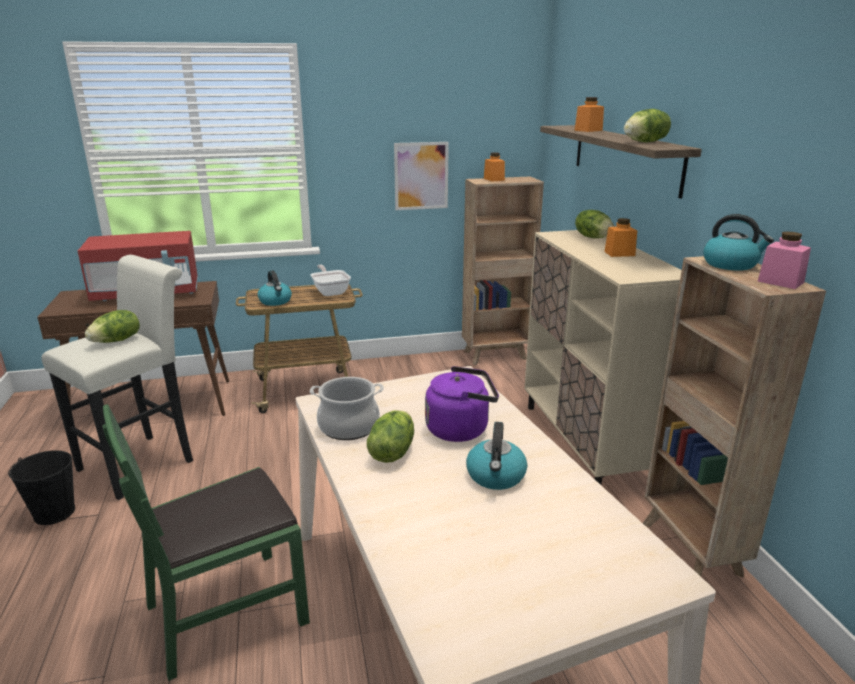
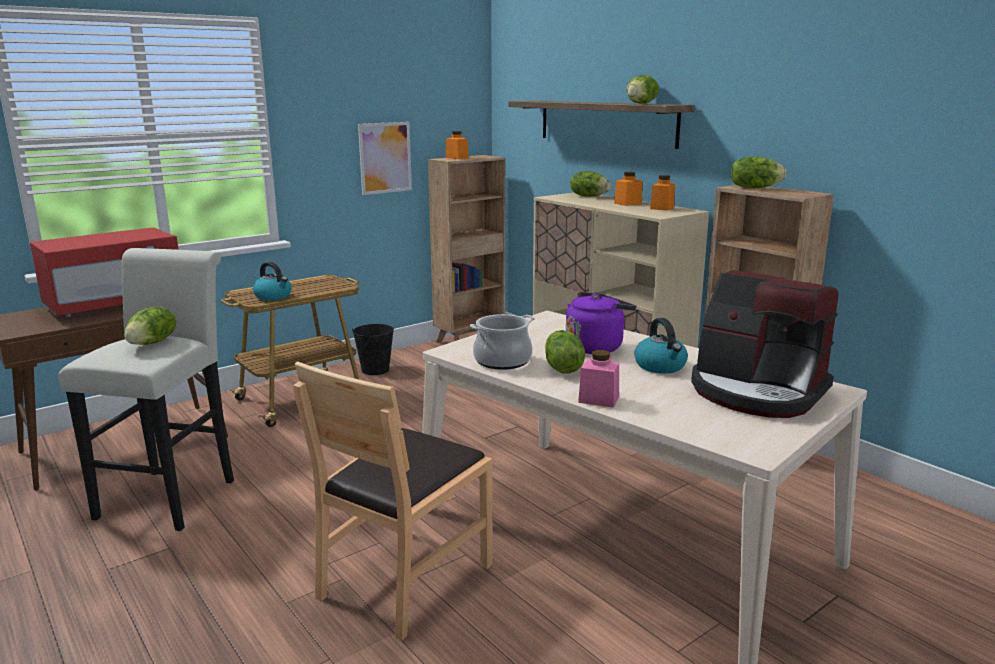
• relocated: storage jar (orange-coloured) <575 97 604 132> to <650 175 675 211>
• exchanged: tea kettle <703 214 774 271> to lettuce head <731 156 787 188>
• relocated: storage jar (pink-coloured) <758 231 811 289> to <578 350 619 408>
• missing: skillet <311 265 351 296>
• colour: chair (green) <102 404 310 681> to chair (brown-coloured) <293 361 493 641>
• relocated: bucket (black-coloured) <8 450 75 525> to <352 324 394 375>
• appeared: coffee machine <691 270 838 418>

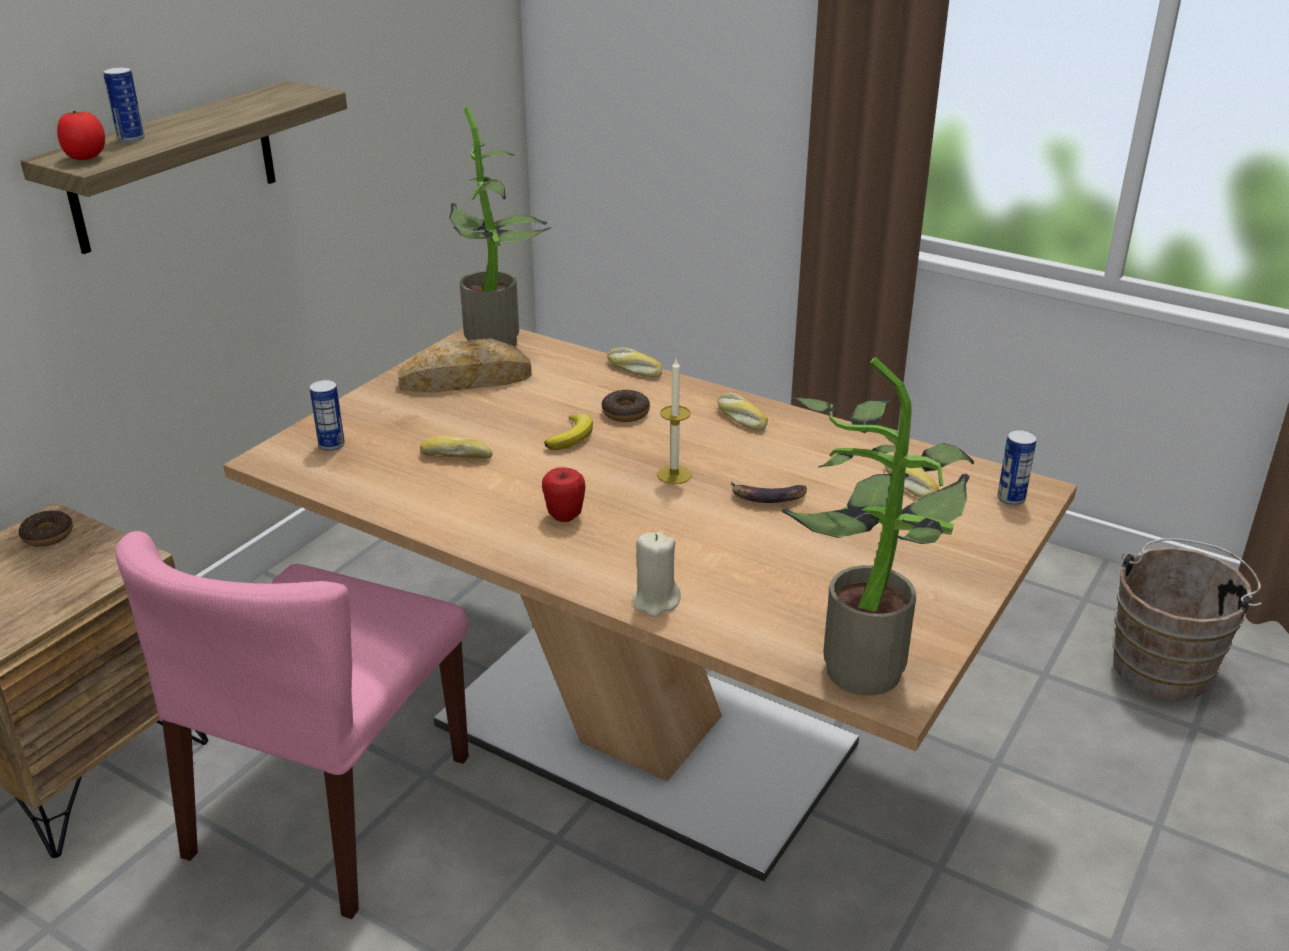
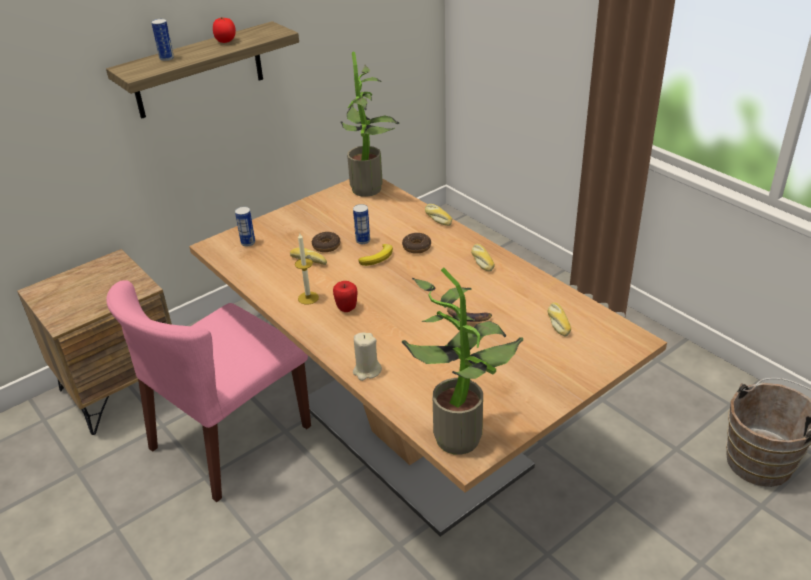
• relocated: fresh tomato <57 111 105 160> to <213 17 236 43>
• missing: bread <398 338 532 392>
• relocated: wax light <657 359 692 484> to <295 233 319 305>
• relocated: metal can <997 429 1037 506> to <353 204 370 244>
• relocated: doughnut <19 511 73 546> to <312 232 340 252>

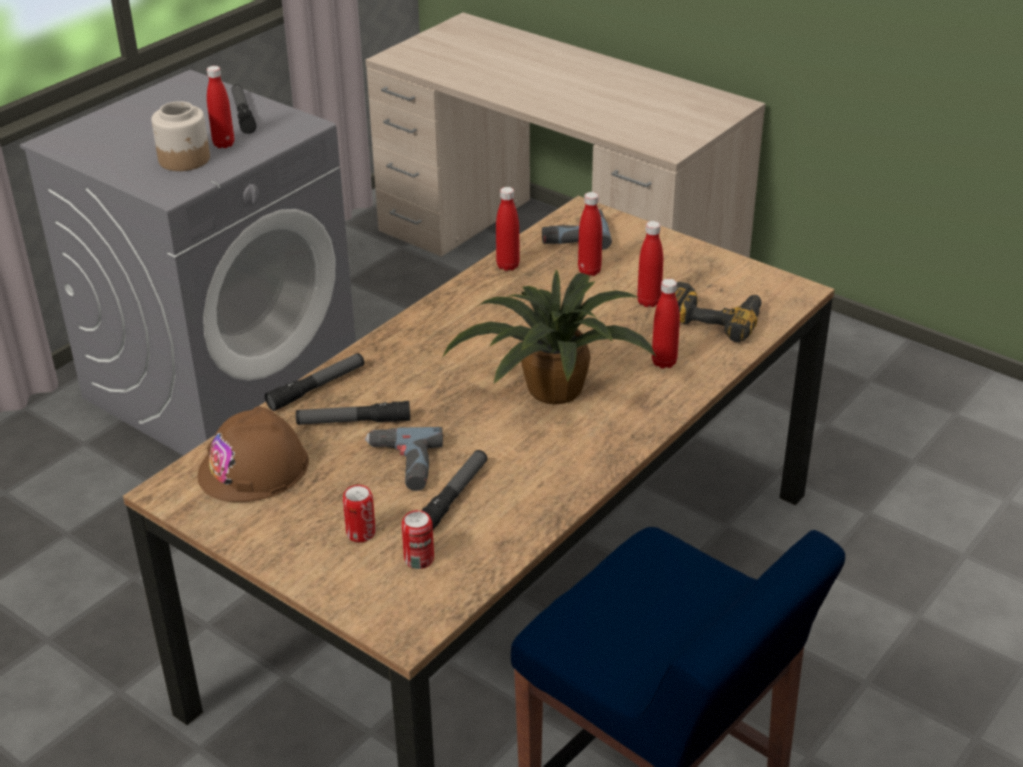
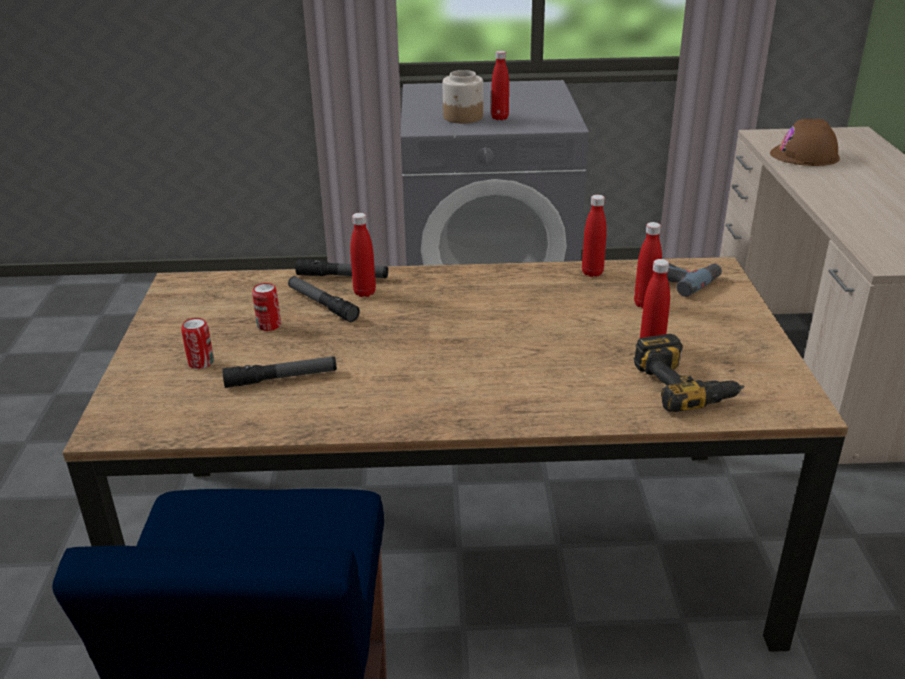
• missing: torch <231 84 256 134>
• missing: houseplant <443 269 656 405>
• relocated: bottle (red-coloured) <652 279 680 369> to <350 213 376 297>
• relocated: safety helmet (brown-coloured) <198 406 309 502> to <770 119 840 166>
• missing: power drill <365 427 443 491>
• relocated: metal can <401 510 434 569> to <252 283 281 331>

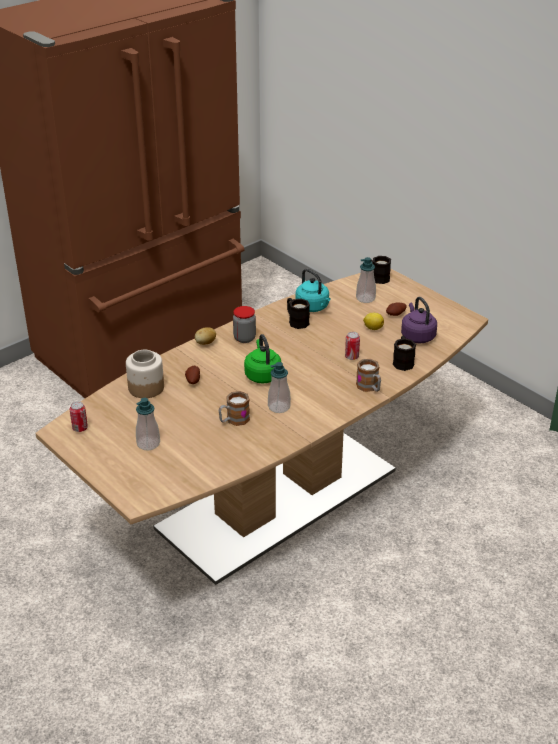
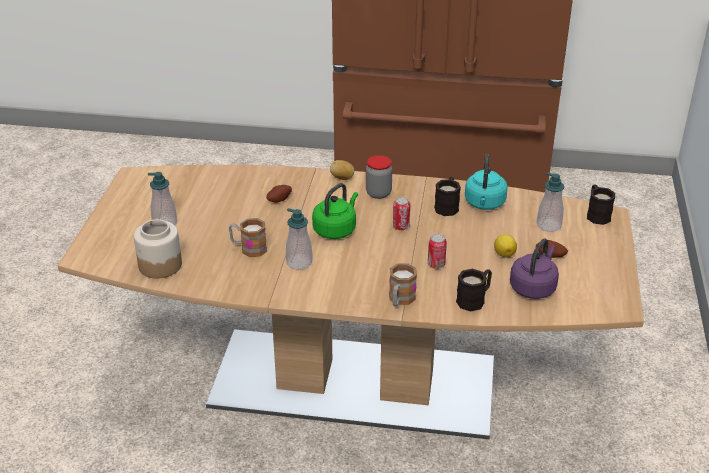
• relocated: storage jar <126 350 164 398> to <134 219 182 278>
• relocated: metal can <70 401 88 432> to <393 197 410 230>

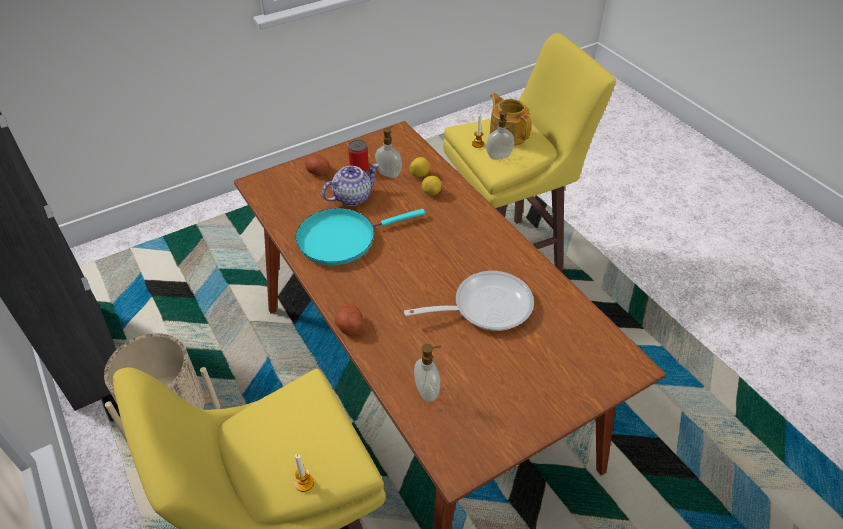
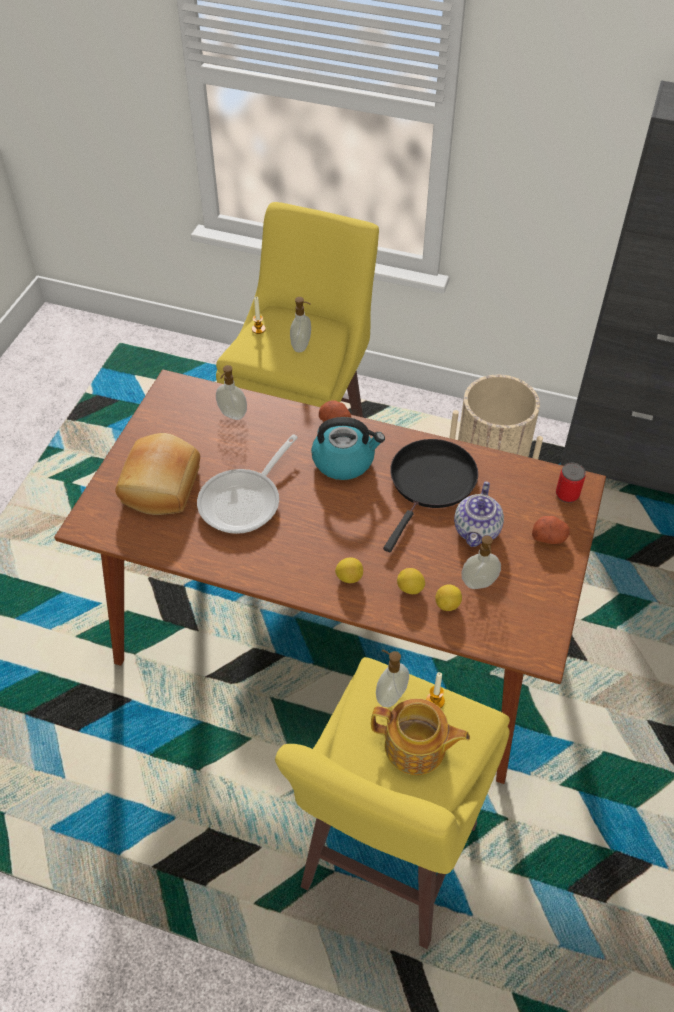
• relocated: metal can <348 140 369 172> to <556 463 586 503>
• colour: skillet (turquoise) <296 208 426 265> to skillet (black-coloured) <383 439 478 552>
• appeared: soap dispenser <290 297 311 353>
• appeared: tea kettle <311 417 385 480>
• appeared: bread <115 433 200 515>
• appeared: whole lemon <335 557 363 583>

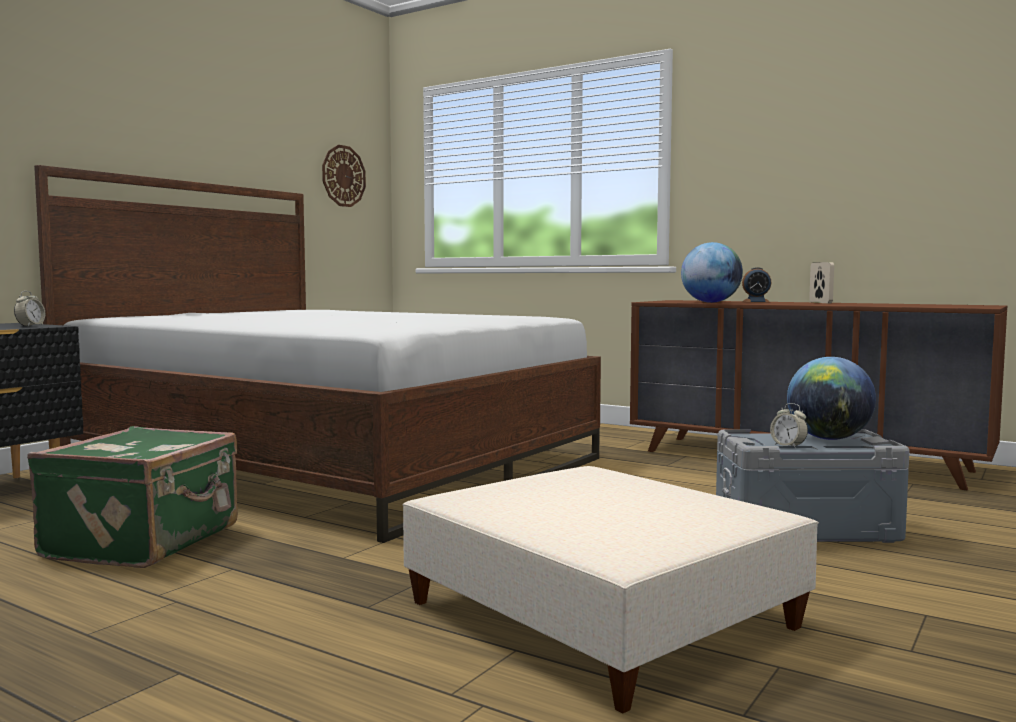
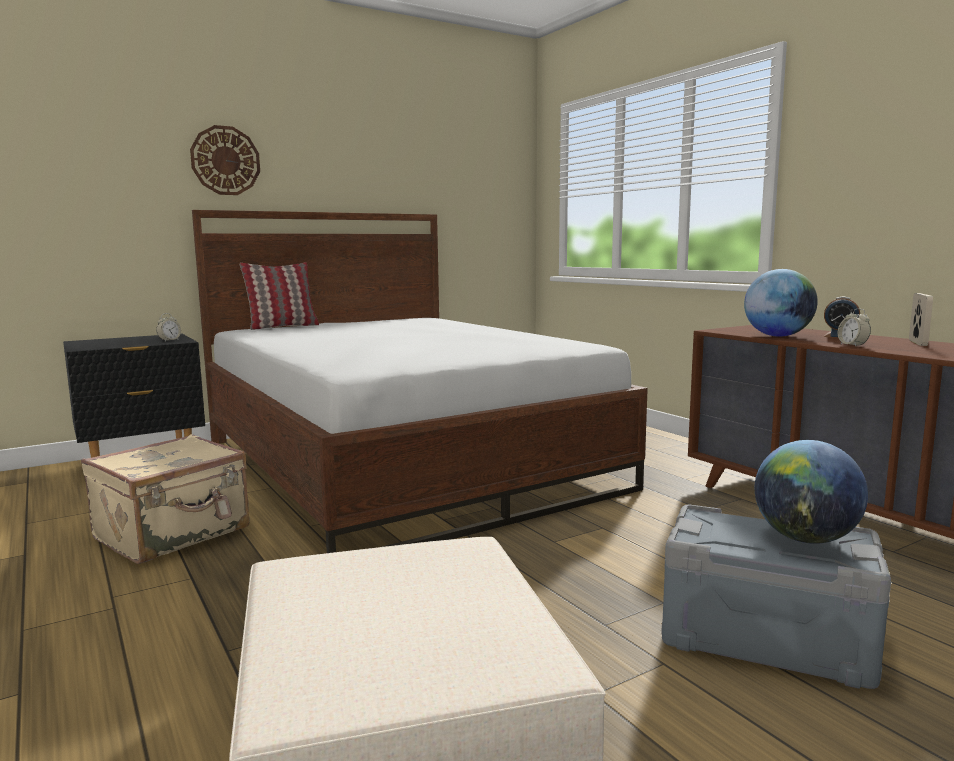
• relocated: hanging clock <322 145 366 207> to <190 125 260 195>
• relocated: table clock <770 403 808 449> to <838 308 871 346>
• colour: suitcase (green) <27 426 238 568> to suitcase (sand-coloured) <81 434 250 564>
• appeared: pillow <240 262 319 330>

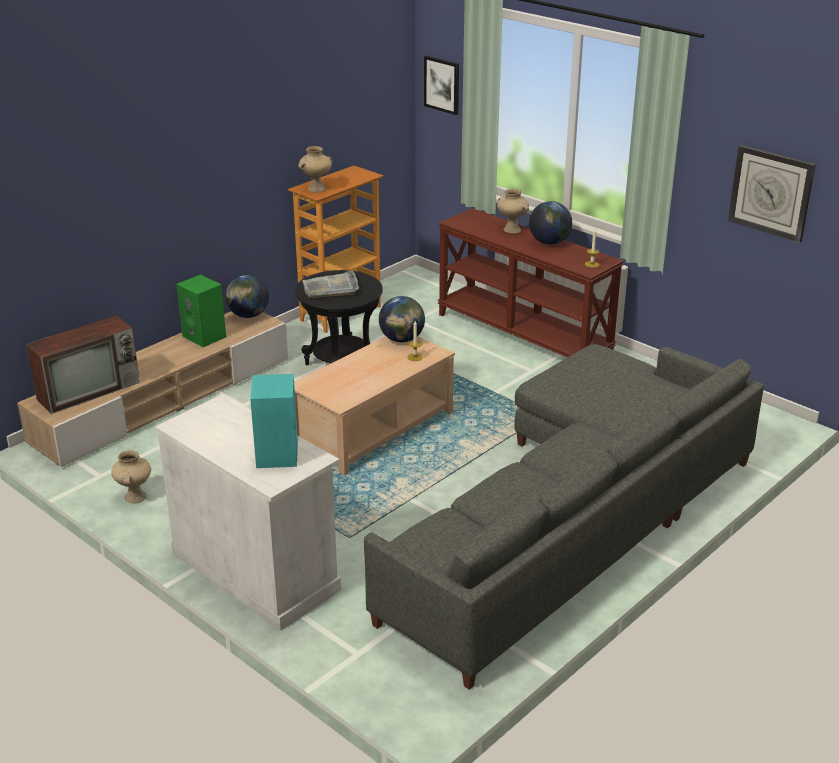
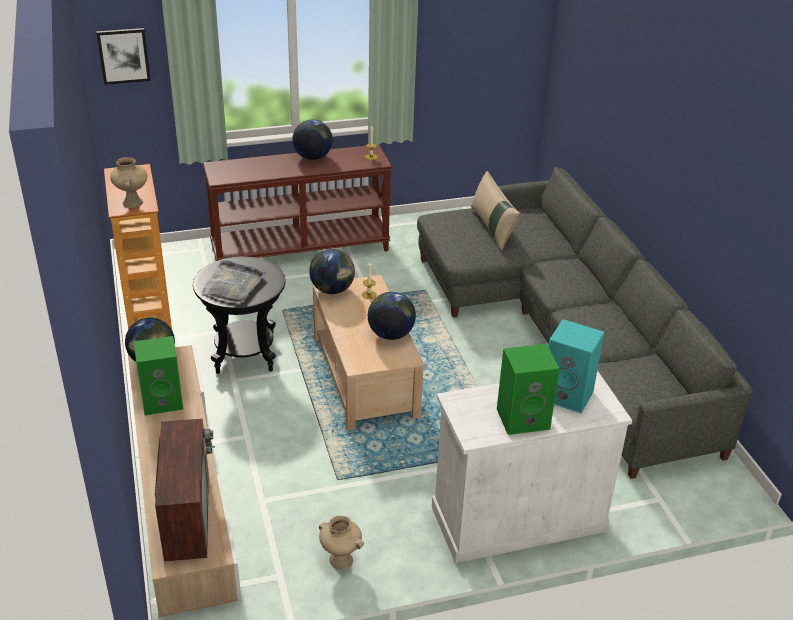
• missing: hanging clock <728 145 816 243>
• missing: vase (sand-coloured) <497 189 529 233>
• appeared: pillow (sand-coloured) <471 171 521 251>
• appeared: desk globe <368 292 416 340>
• appeared: loudspeaker (green) <497 344 560 435>

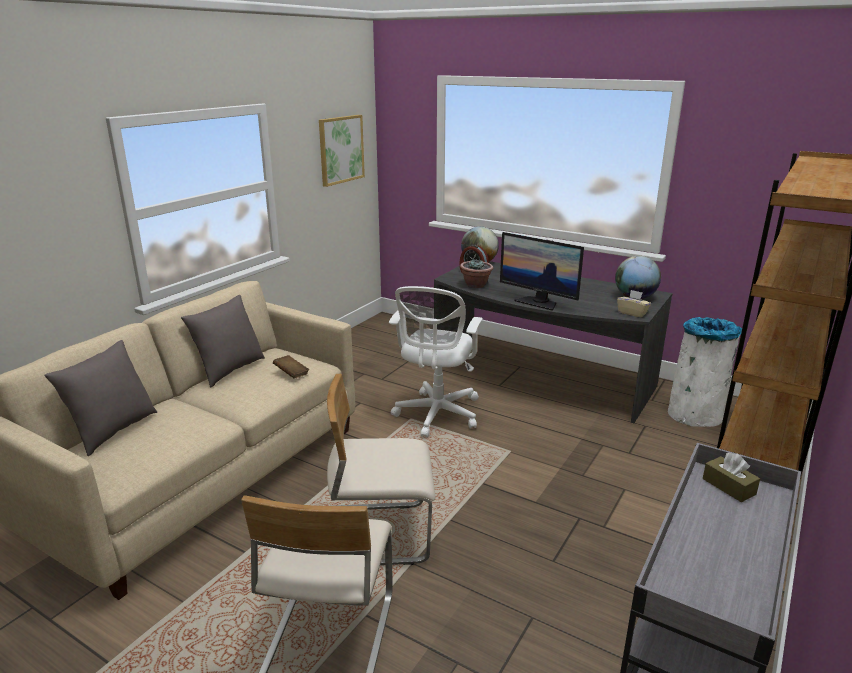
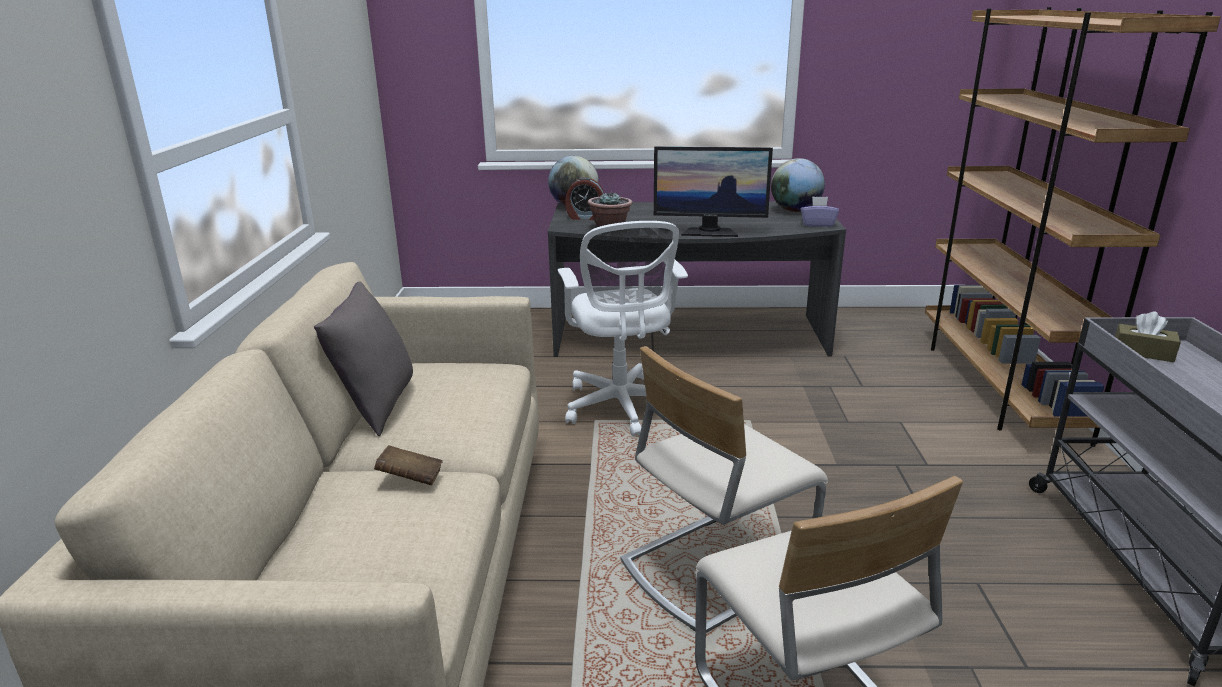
• missing: picture <319 115 365 187>
• colour: tissue box (sand-coloured) <617 290 651 317> to tissue box (purplish) <801 196 839 227>
• missing: waste bin (whitish) <668 317 742 427>
• missing: pillow (greyish) <44 340 157 456>
• relocated: volume (brown-coloured) <273 355 309 379> to <374 445 443 485>

